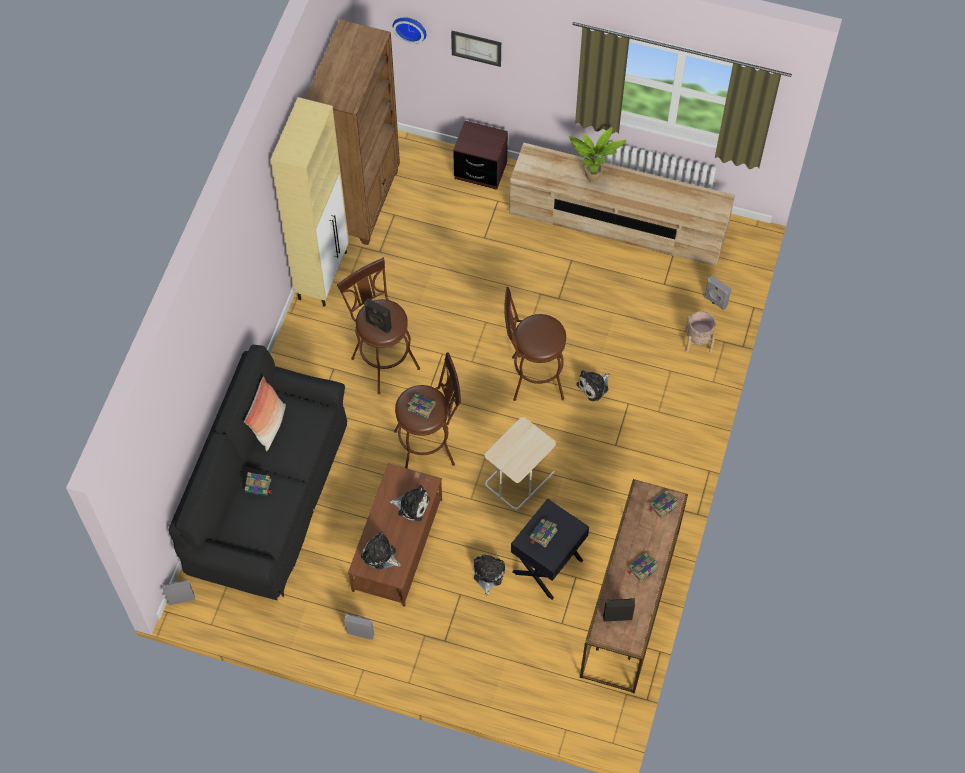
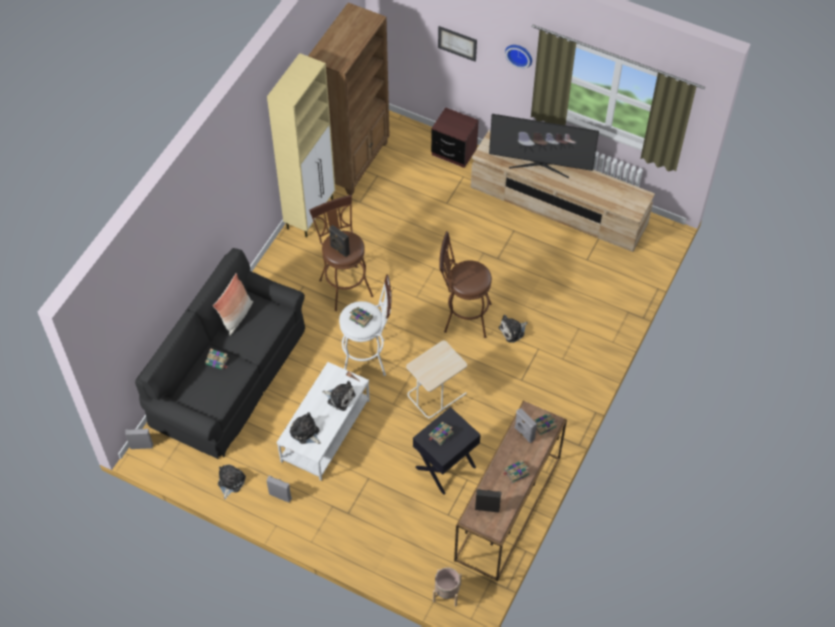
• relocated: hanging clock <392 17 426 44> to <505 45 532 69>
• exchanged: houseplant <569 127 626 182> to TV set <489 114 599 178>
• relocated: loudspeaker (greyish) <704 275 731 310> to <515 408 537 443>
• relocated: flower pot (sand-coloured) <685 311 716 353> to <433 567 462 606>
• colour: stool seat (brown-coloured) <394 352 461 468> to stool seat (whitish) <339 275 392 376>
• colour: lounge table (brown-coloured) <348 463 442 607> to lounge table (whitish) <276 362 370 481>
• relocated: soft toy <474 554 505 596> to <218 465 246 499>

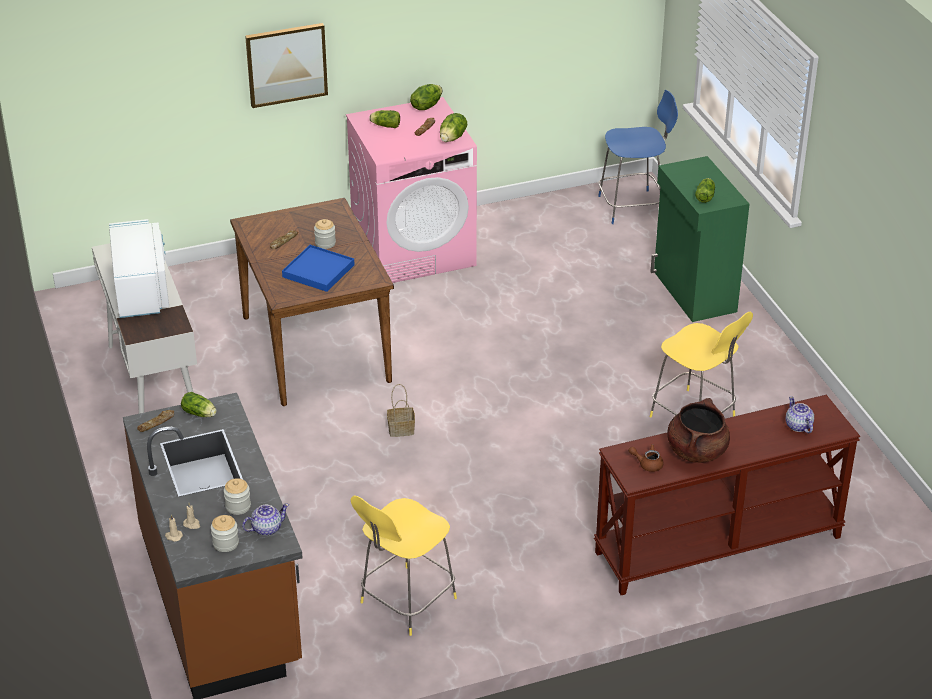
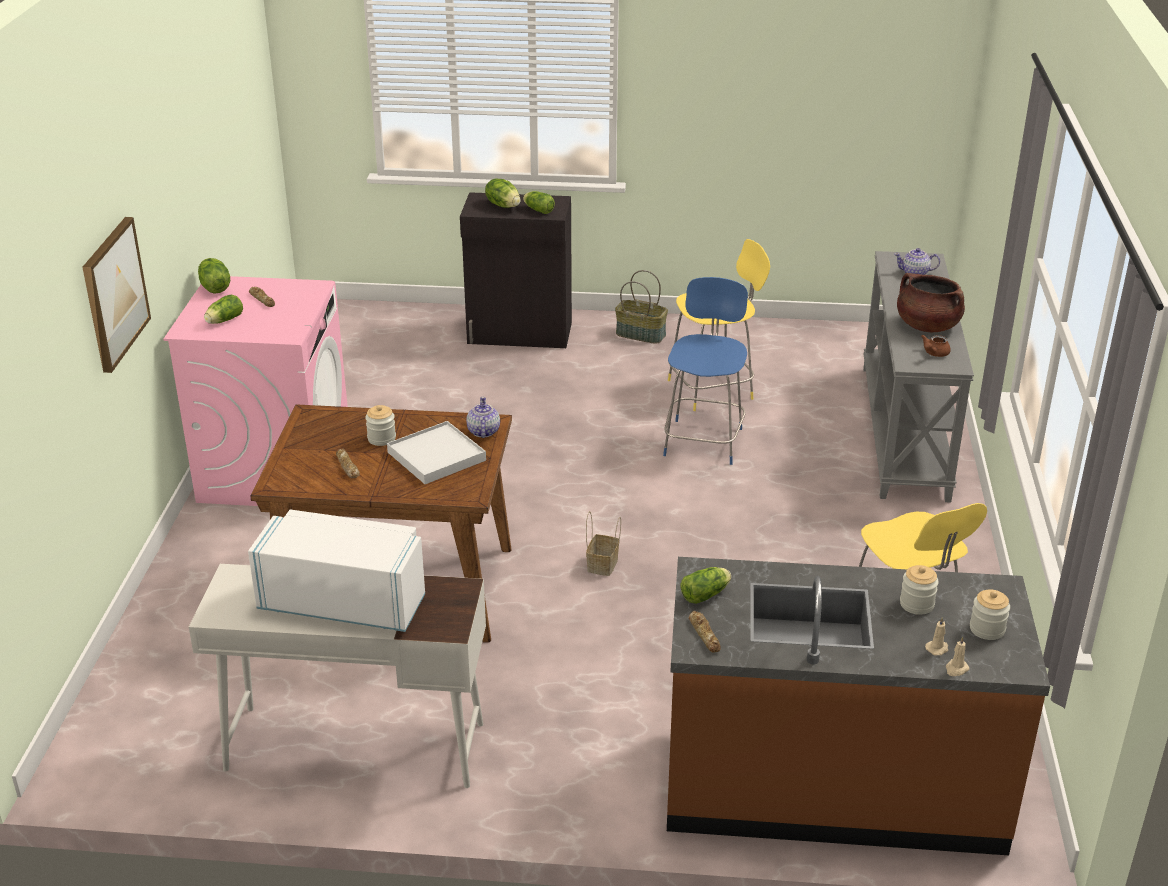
• relocated: stool seat (bluish) <598 90 678 224> to <663 277 748 465>
• relocated: lettuce head <440 113 467 142> to <485 179 521 208>
• colour: storage cabinet (green) <650 156 750 322> to storage cabinet (black-coloured) <460 192 572 348>
• colour: serving tray (bluish) <282 245 355 292> to serving tray (whitish) <387 421 486 484>
• colour: console table (brown-coloured) <594 395 860 595> to console table (greyish) <863 251 974 503>
• relocated: teapot <242 503 289 536> to <466 397 500 438>
• appeared: household basket <615 270 668 344>

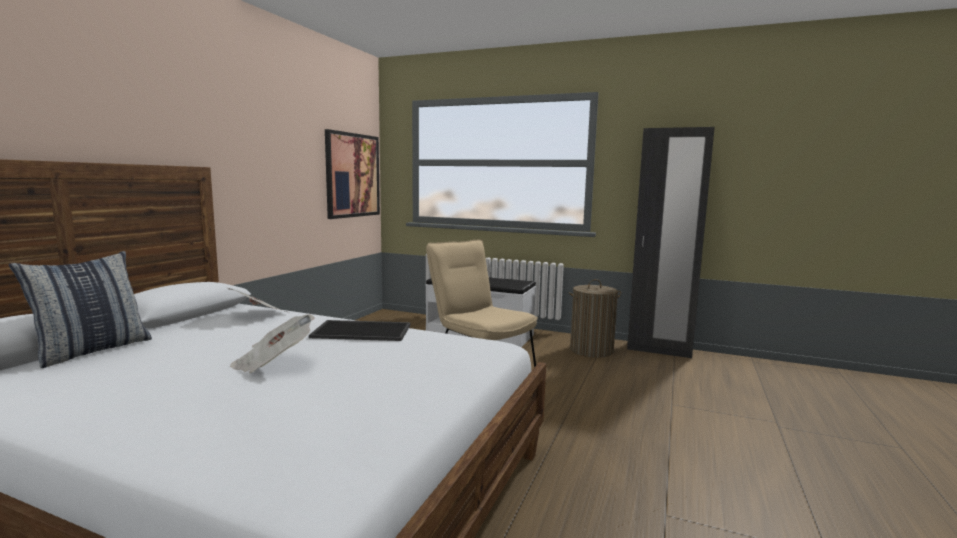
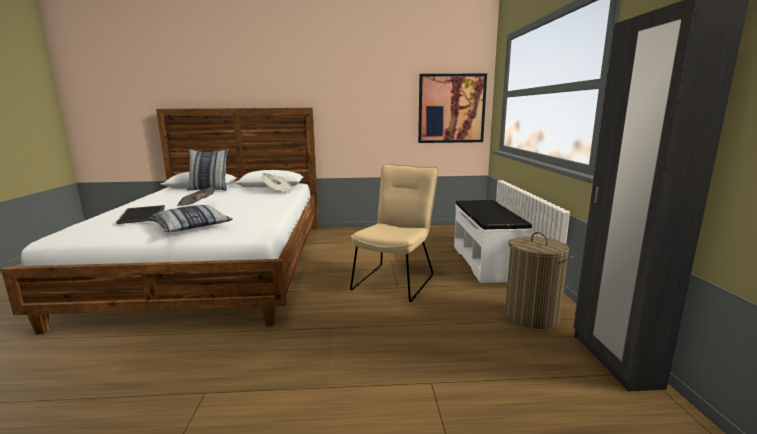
• relocated: serving tray <309 320 411 341> to <116 205 165 224>
• appeared: pillow <149 205 232 232>

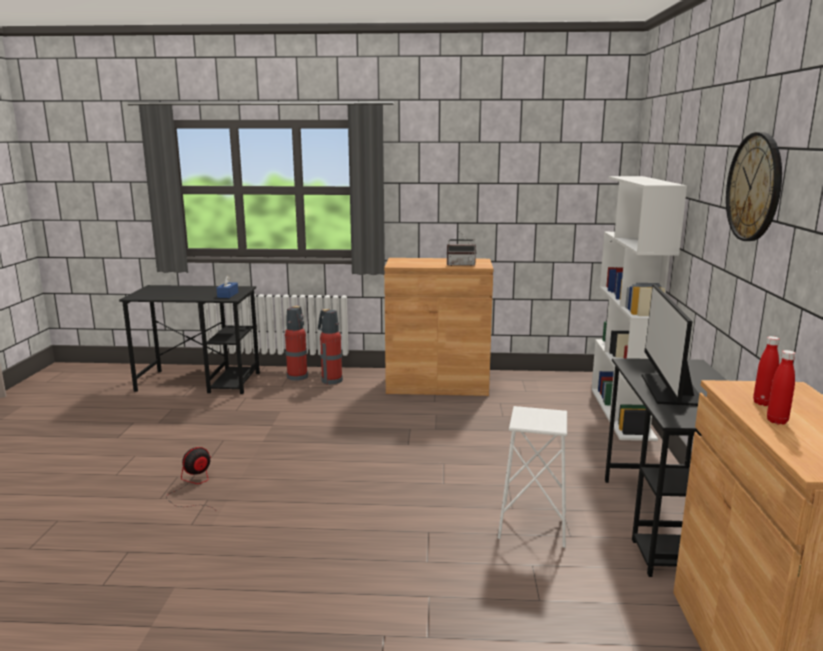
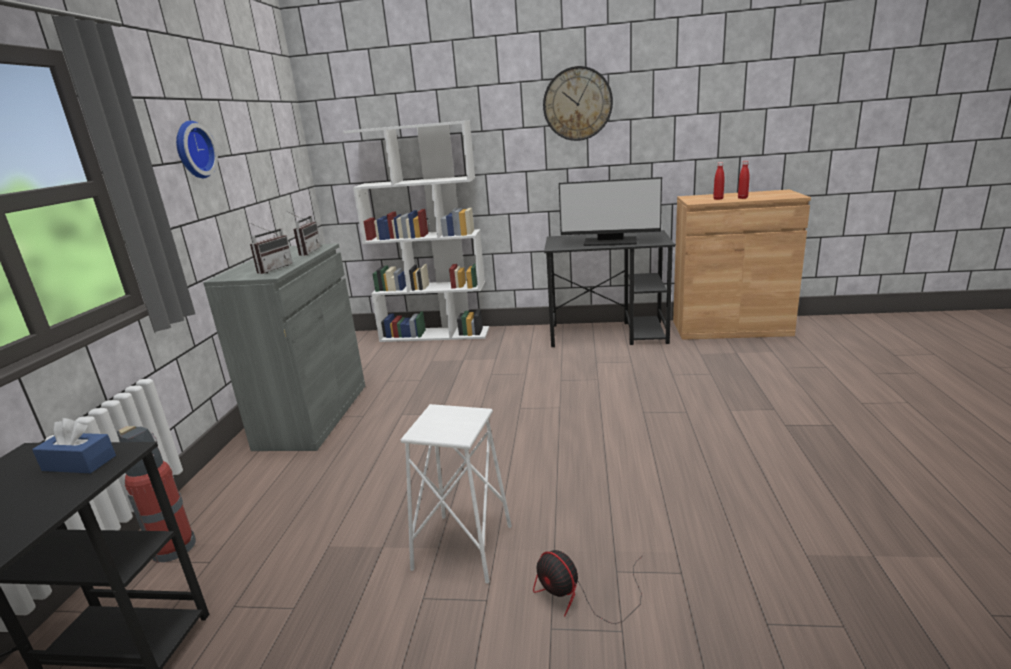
• colour: storage cabinet (brown-coloured) <384 258 493 396> to storage cabinet (greyish) <203 243 365 451>
• missing: extinguisher <318 309 343 385>
• relocated: stool seat (whitish) <498 406 567 548> to <401 404 512 584>
• appeared: hanging clock <176 121 218 178>
• appeared: radio set <250 223 293 274>

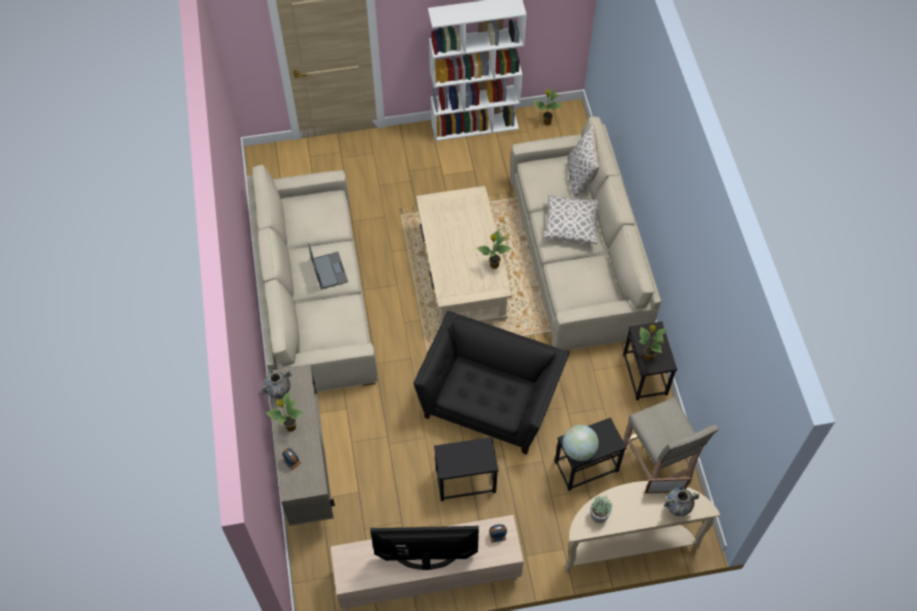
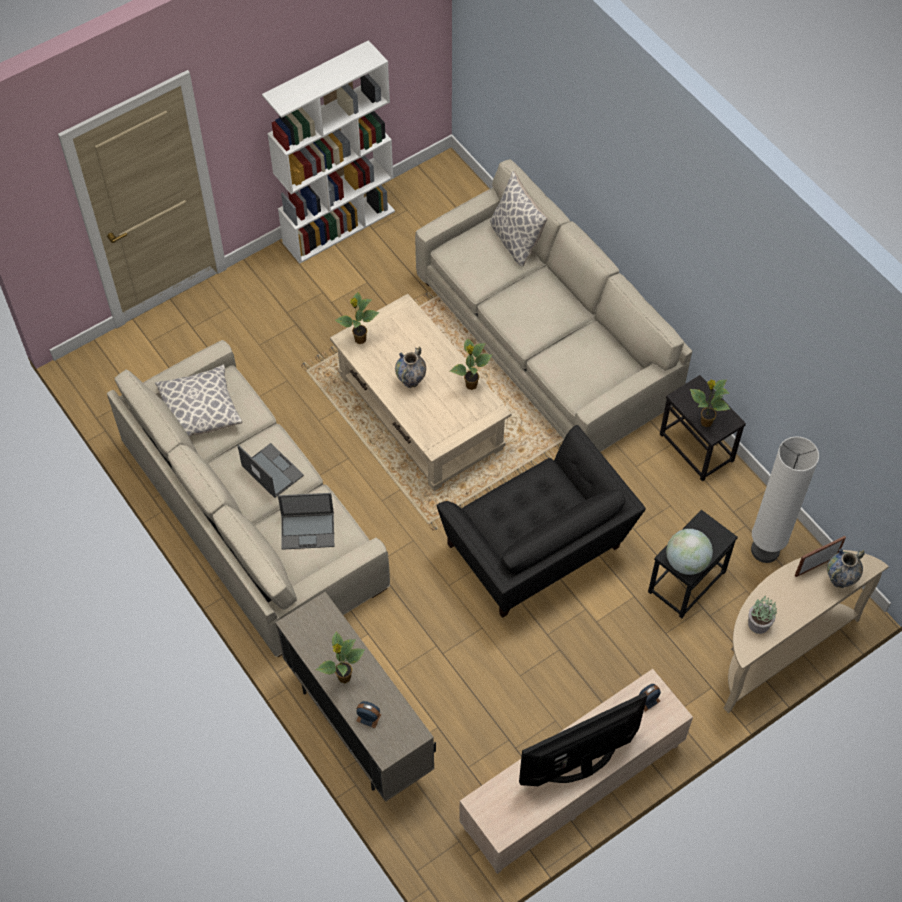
• relocated: houseplant <534 89 563 125> to <334 292 379 344>
• relocated: pillow <544 194 598 244> to <155 364 243 437>
• spun: lounge chair (black-coloured) <414 311 569 455> = <437 425 646 618> 150 degrees clockwise
• relocated: vase <262 370 292 399> to <395 346 426 388>
• exchanged: stool seat (sand-coloured) <623 397 719 485> to standing lamp (whitish) <751 436 819 563>
• missing: side table (black-coloured) <434 437 498 501>
• appeared: laptop <278 493 334 550>

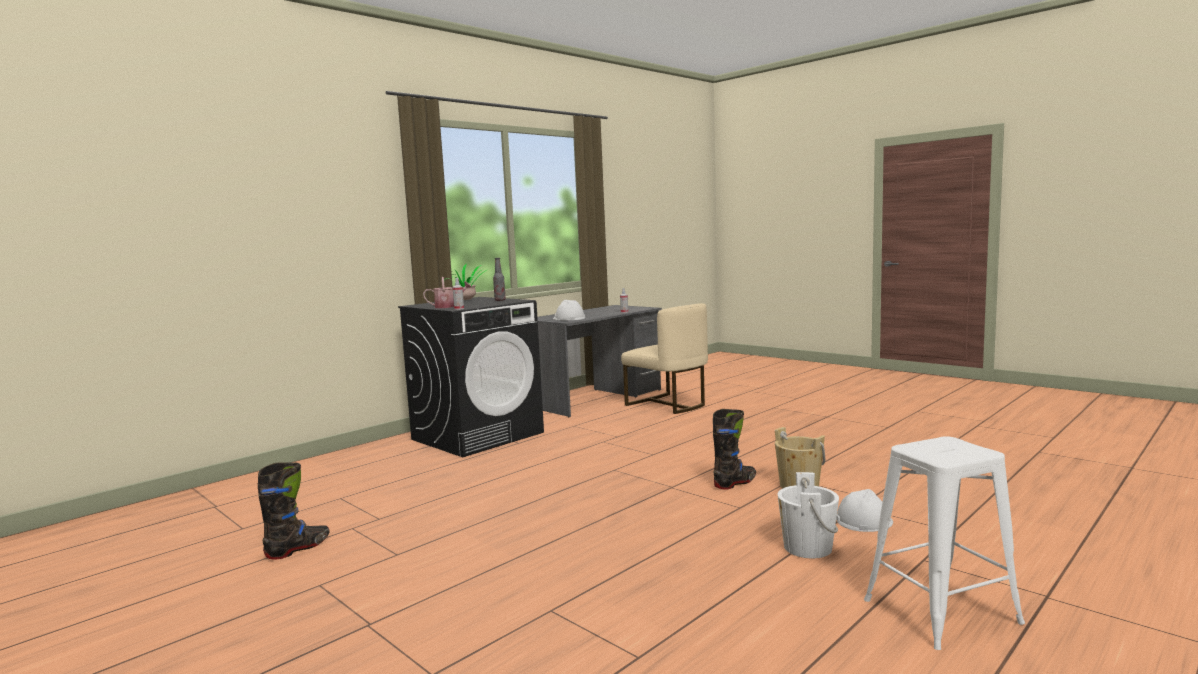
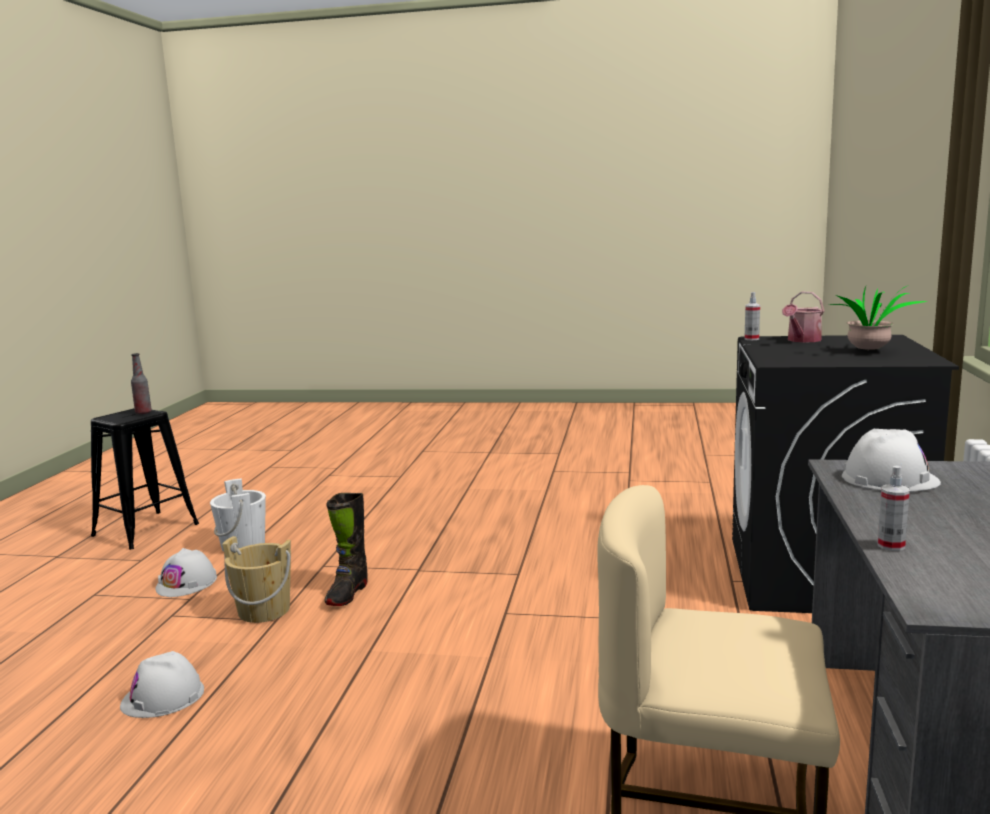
• relocated: bottle <493 258 506 301> to <131 353 152 414>
• colour: stool seat (whitish) <864 436 1025 650> to stool seat (black-coloured) <91 408 199 550>
• missing: tall boot (black-coloured) <258 462 330 559>
• appeared: safety helmet (whitish) <120 651 204 718>

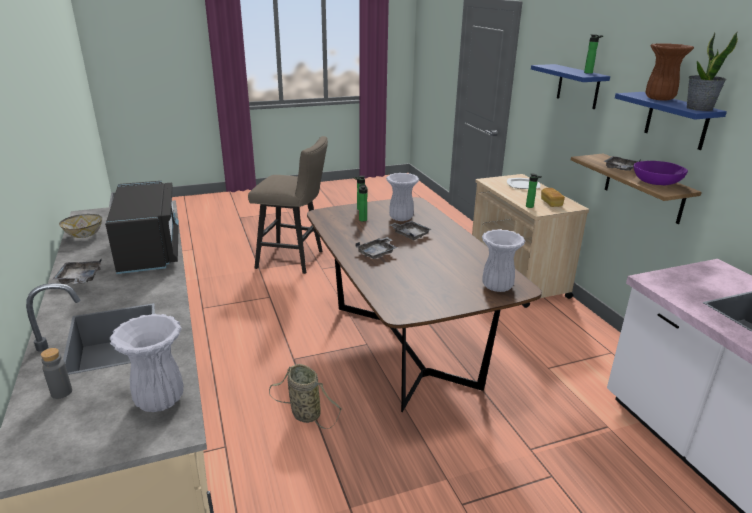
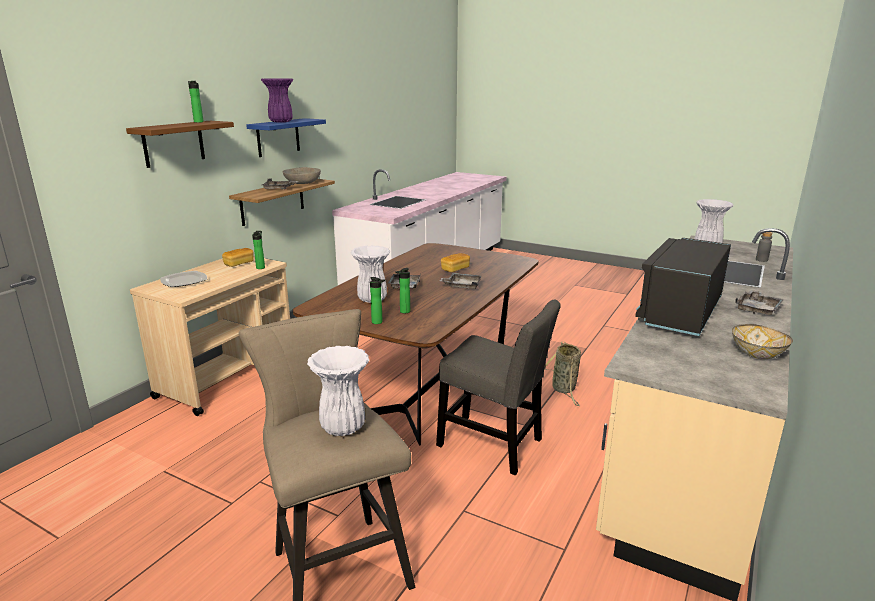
• missing: houseplant <687 32 738 111>
• colour: vase (brown-coloured) <646 43 694 101> to vase (purplish) <261 78 293 123>
• colour: bracket shelf (bluish) <531 64 610 109> to bracket shelf (brown-coloured) <126 121 234 168>
• colour: serving bowl (purplish) <634 161 688 185> to serving bowl (greyish) <283 167 321 184>
• relocated: vase (whitish) <482 229 525 292> to <307 346 369 436>
• appeared: bread <441 253 470 272>
• appeared: chair (greyish) <436 300 561 475>

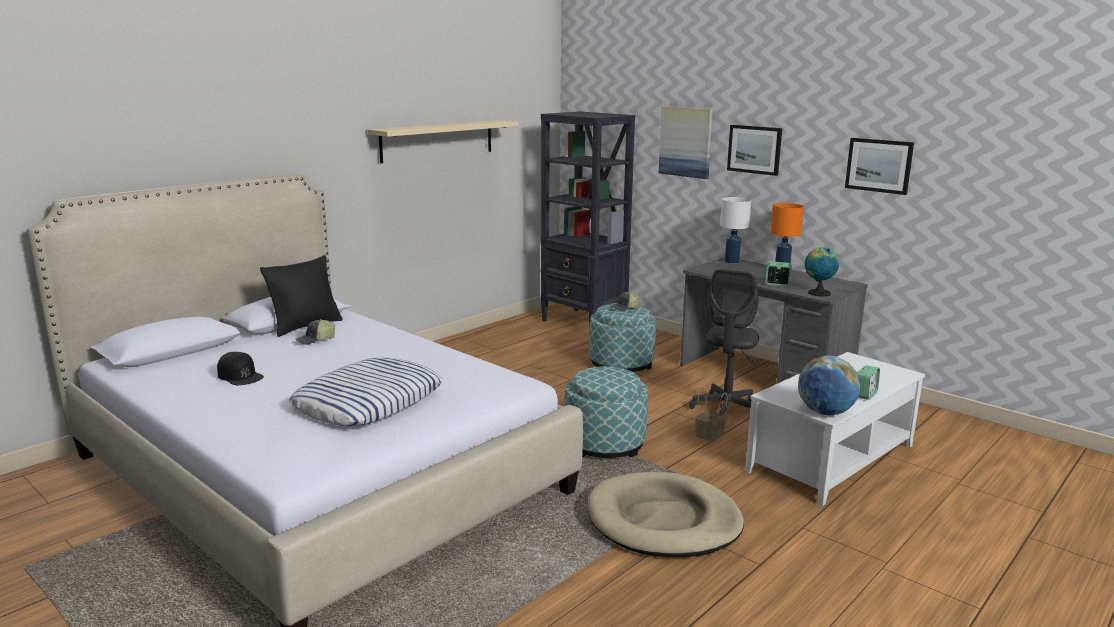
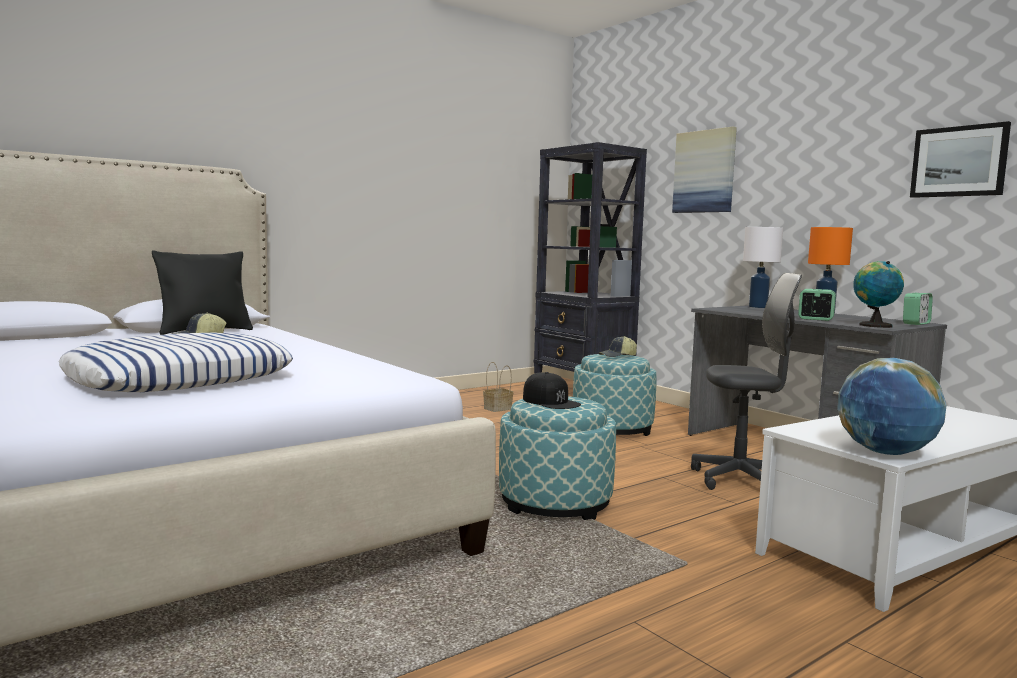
• missing: bracket shelf (sand-coloured) <368 120 518 163>
• missing: picture <727 125 782 176>
• spun: desk chair (greyish) <689 269 759 415> = <691 273 802 490> 120 degrees counterclockwise
• relocated: peaked cap (black-coloured) <217 352 264 385> to <523 372 581 409>
• relocated: table clock <857 365 880 400> to <903 293 933 325>
• relocated: household basket <695 386 727 441> to <483 362 513 412>
• missing: pet bed (sand-coloured) <587 472 744 557>

